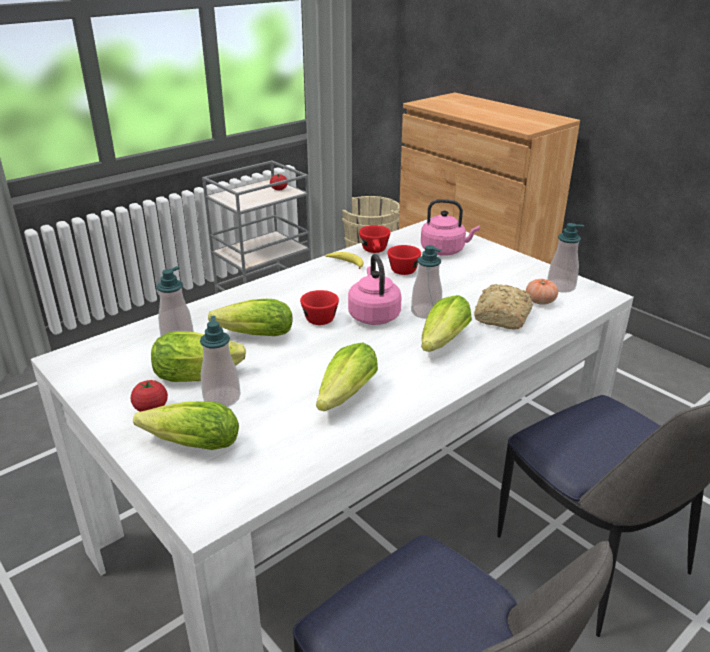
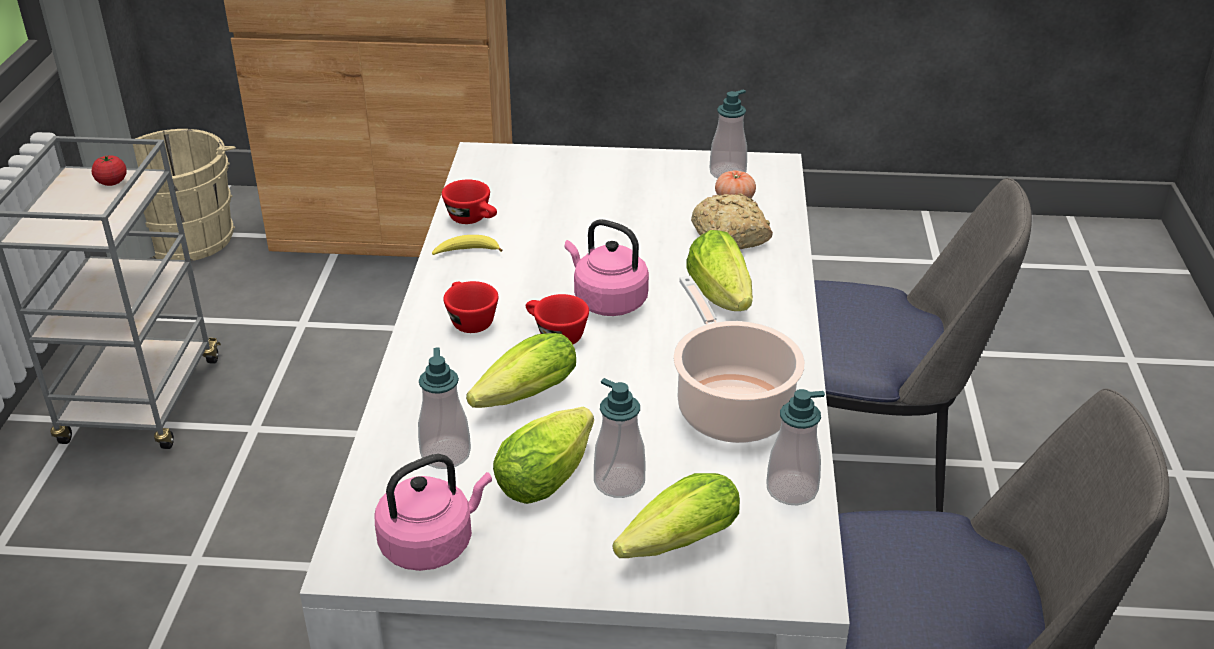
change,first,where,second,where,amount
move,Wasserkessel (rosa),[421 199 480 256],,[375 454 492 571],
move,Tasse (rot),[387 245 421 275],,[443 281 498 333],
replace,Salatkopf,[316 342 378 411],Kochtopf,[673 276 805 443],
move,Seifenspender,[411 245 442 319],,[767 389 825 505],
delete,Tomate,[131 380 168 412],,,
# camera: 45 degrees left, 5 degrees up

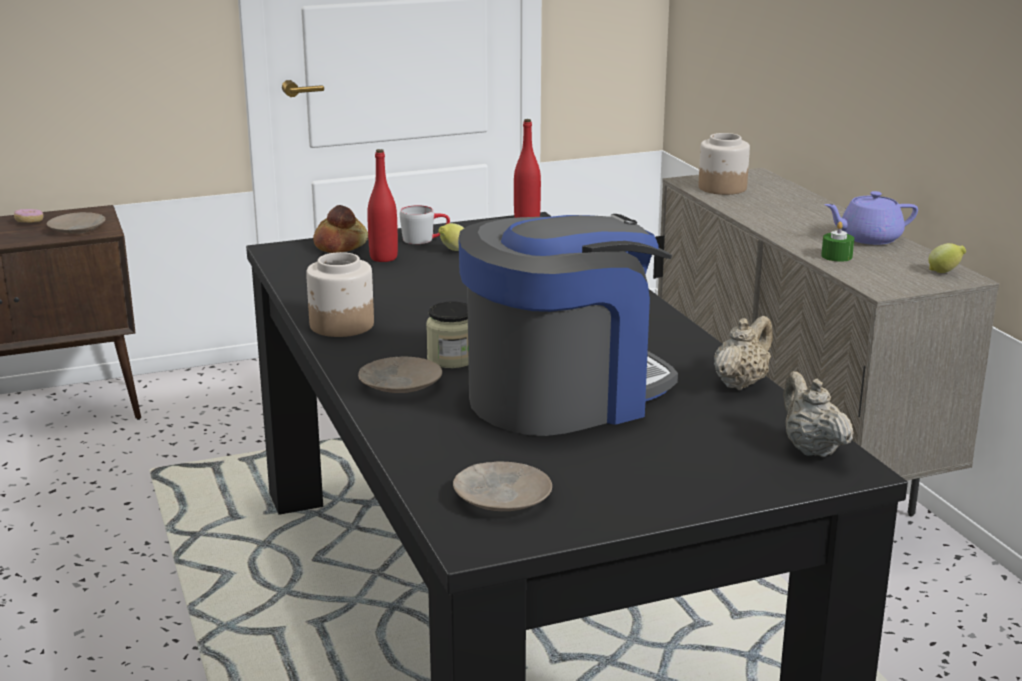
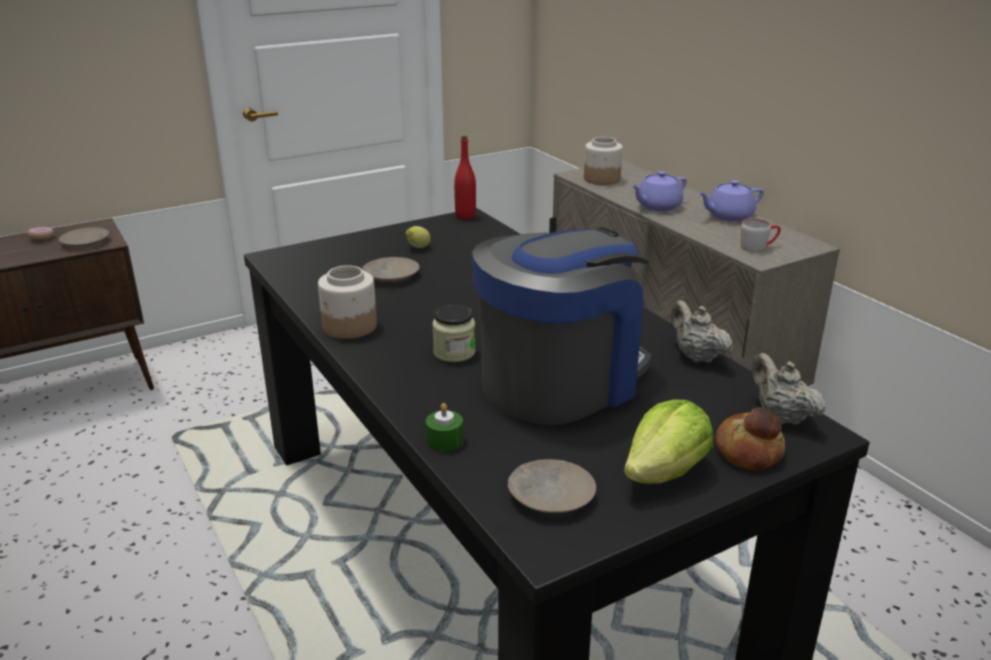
change,first,where,second,where,amount
move,Teller (beige),[358 356 442 393],,[363 257 419 282],
move,Kerze (grün),[821 221 854 262],,[426 403 463 452],
insert,,,Salatkopf,[624 400 713 484],
insert,,,Teekanne (lila),[632 171 687 211],
rotate,Teekanne (beige),[714 316 773 390],,[671 300 733 363],60 degrees counterclockwise
move,Brot,[313 205 368 253],,[715 407 785 470],
move,Henkelbecher (grau),[400 205 450 244],,[741 219 781 252],
delete,Flasche (rot),[367 149 398 262],,,
delete,Zitrone,[929 243 966 273],,,
# camera: 10 degrees left, 5 degrees up

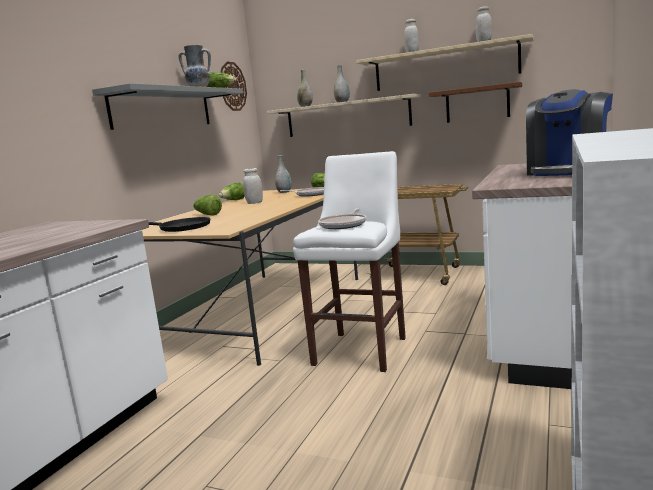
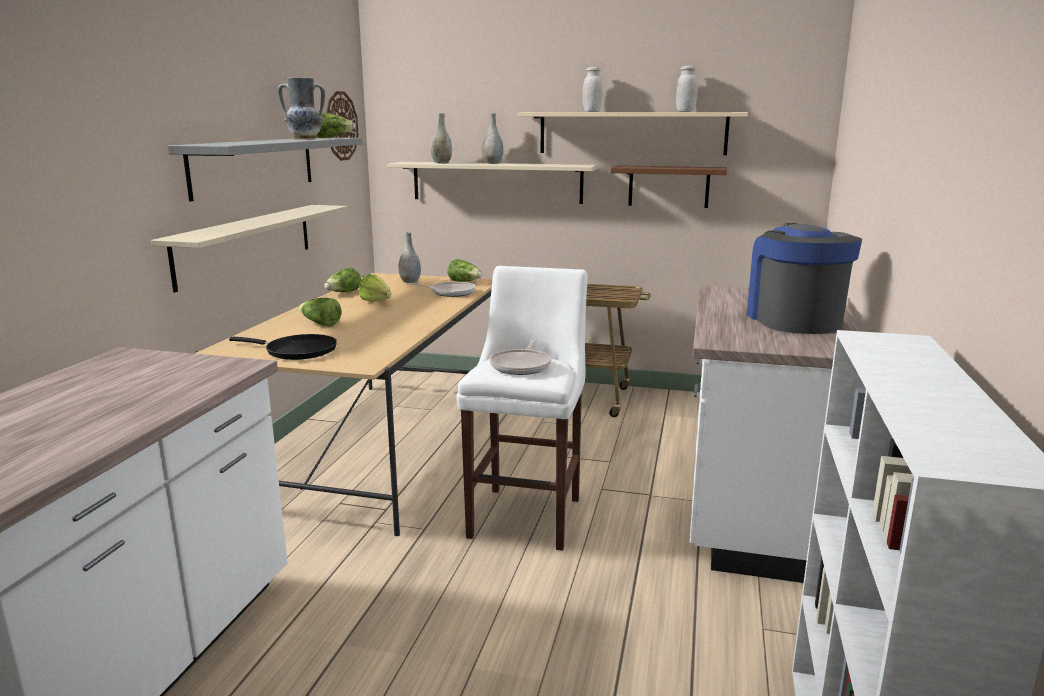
change,first,where,second,where,amount
insert,,,Wandregal (beige),[151 205 348 292],
replace,Vorratsglas (weiß),[243 168 263 204],Salatkopf,[359 274 391 302],
rotate,Kaffeemaschine,[526 89 613 176],,[747 223 862 334],150 degrees clockwise
# camera: 10 degrees left, 5 degrees up

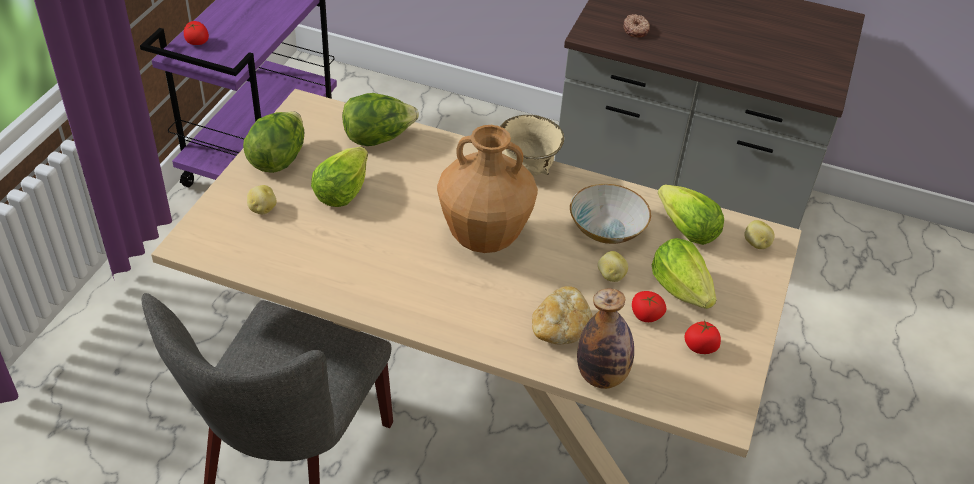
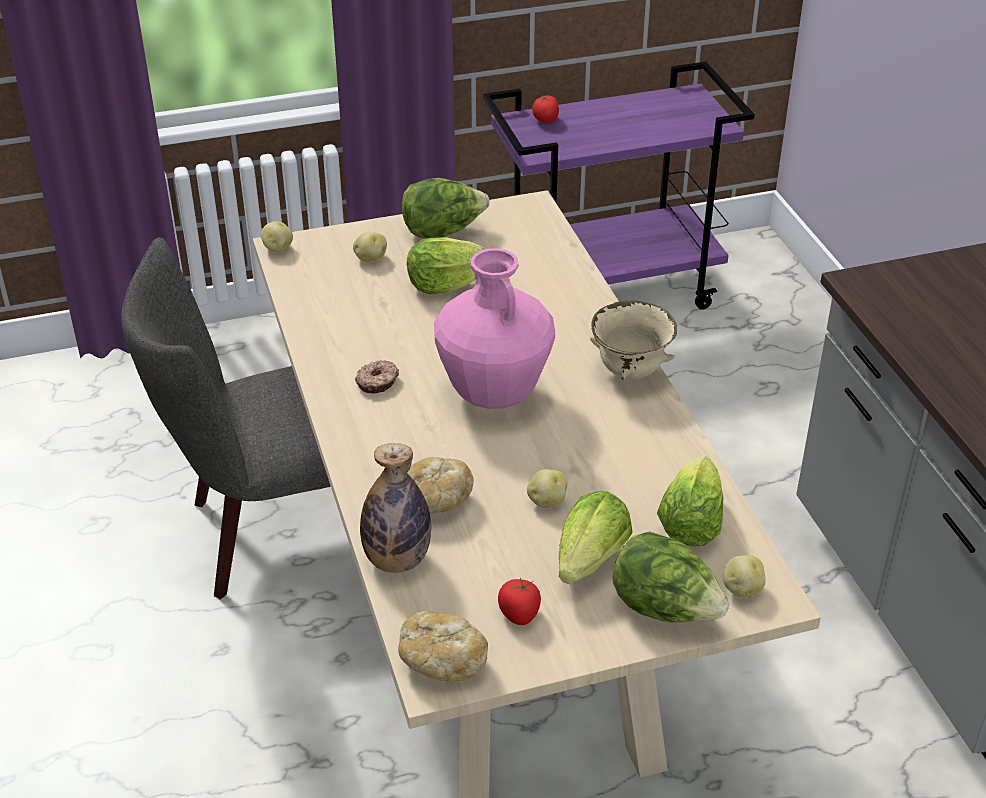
change,first,where,second,where,amount
insert,,,Kartoffel,[261 221 293 252],
move,Donut,[623 14 650 38],,[355 360 399 393],
insert,,,Brot,[398 611 488 681],
recolor,Vase (braun),[437 125 538 253],Vase (rosa),[434 248 555 409],
move,Salatkopf,[342 93 419 146],,[612 531 729 622],
delete,Schüssel,[570 184 651 244],,,
delete,Tomate,[632 291 667 322],,,
# camera: 55 degrees right, 5 degrees down

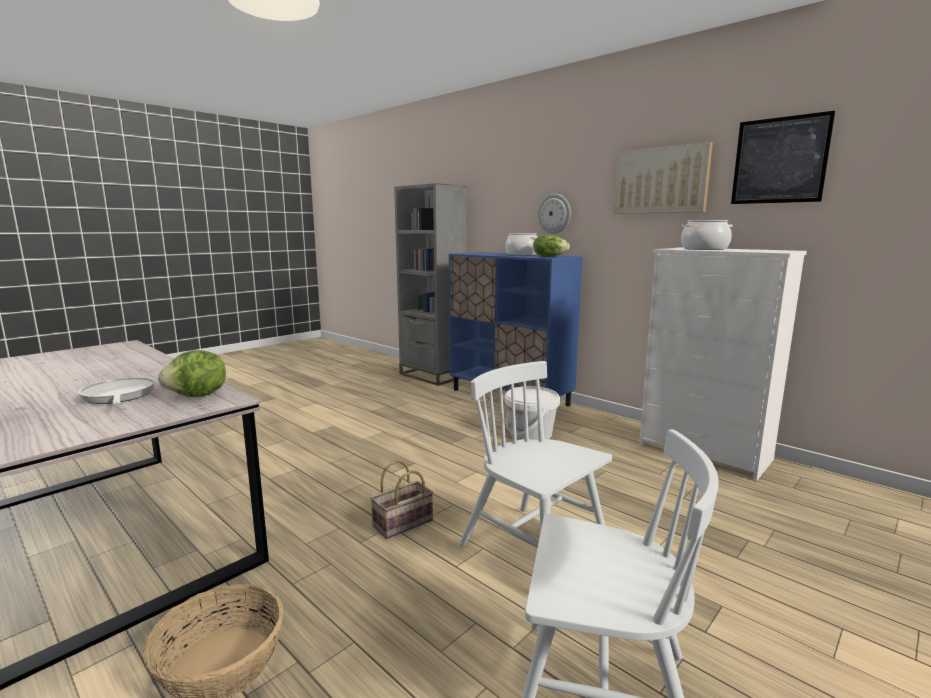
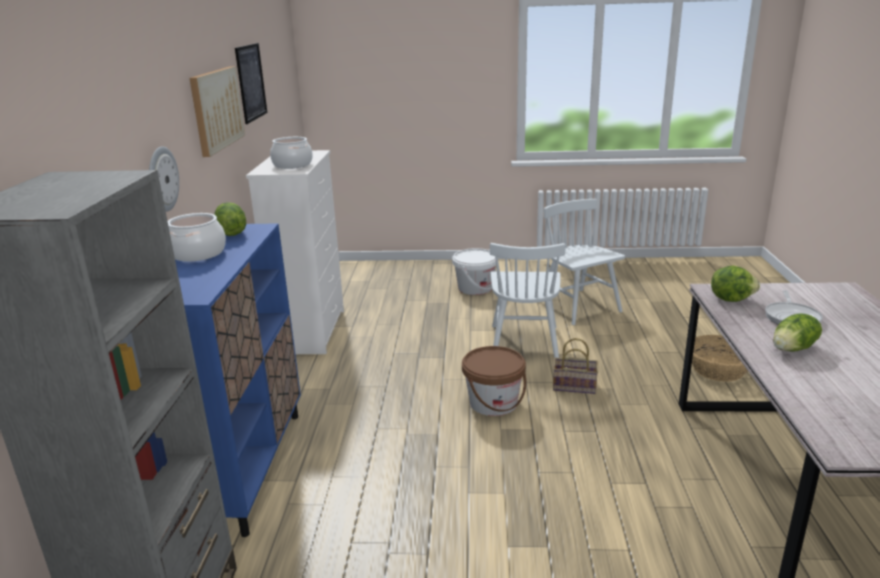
change,first,where,second,where,amount
move,Eimer (weiß),[505 386 560 440],,[452 248 496 295],
insert,,,Eimer (braun),[462 346 526 416],
insert,,,Salatkopf,[773 313 822 352],
# camera: 130 degrees left, 10 degrees up

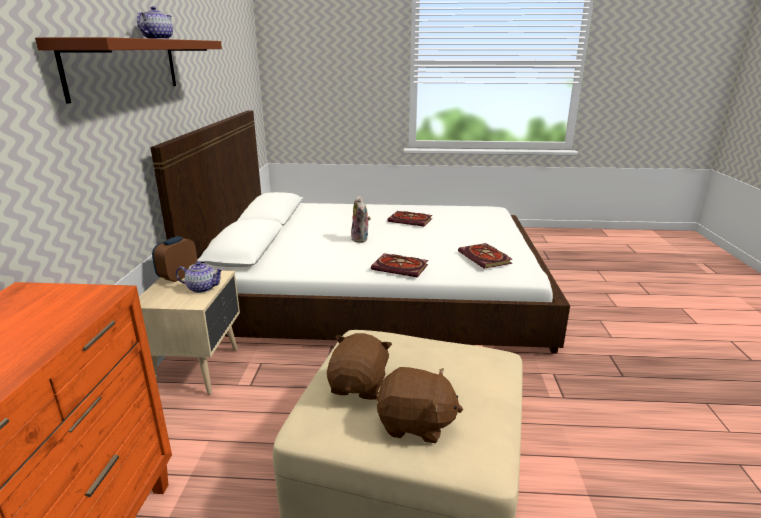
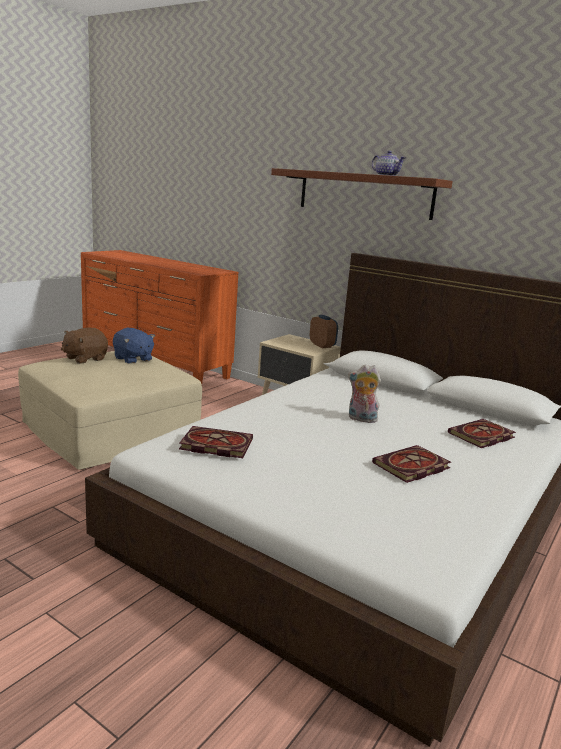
change,first,where,second,where,amount
recolor,Plüschtier (braun),[327 333 392 400],Plüschtier (blau),[113 328 155 363],
move,Buch,[371 253 428 278],,[448 419 516 448],
delete,Teekanne,[176 261 224 293],,,
# camera: 120 degrees right, 5 degrees down

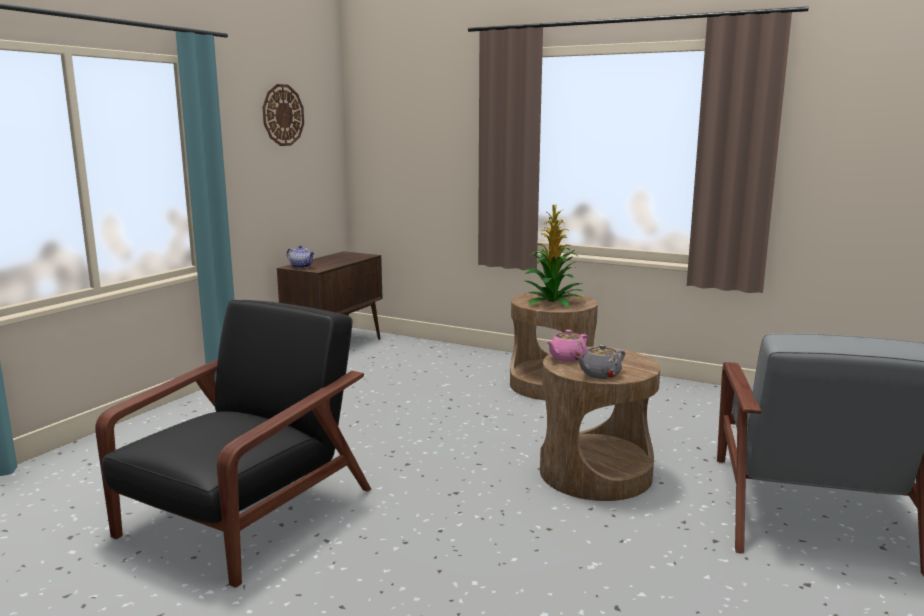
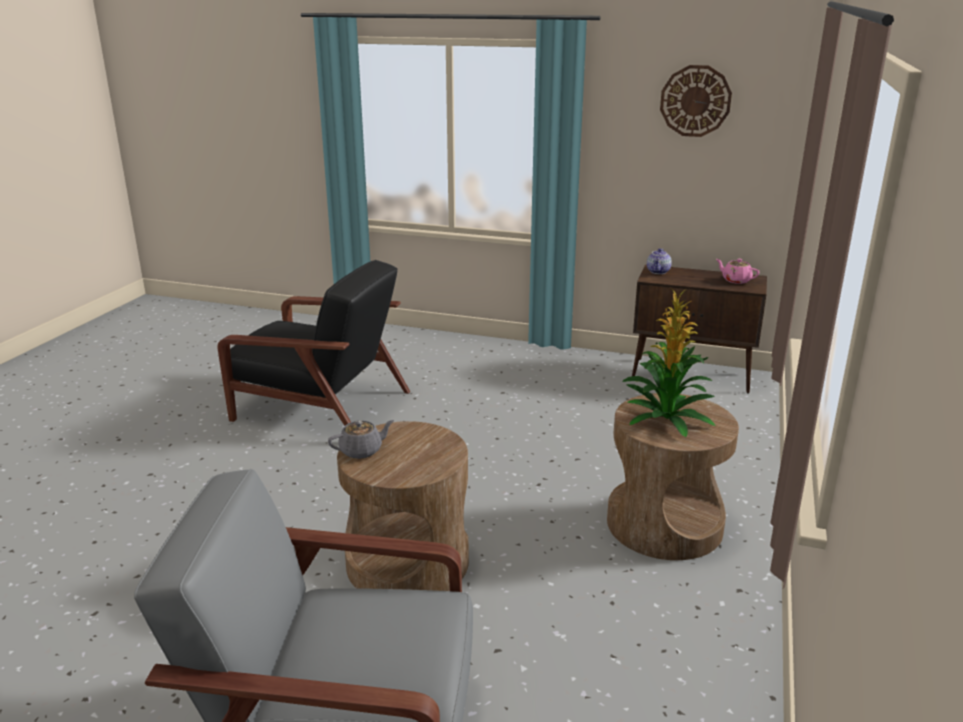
change,first,where,second,where,amount
rotate,Teekanne (grau),[575 344 625 379],,[328 420 394 459],105 degrees clockwise
move,Teekanne (rosa),[546 330 588 362],,[716 259 760 284],
# camera: 80 degrees right, 10 degrees up

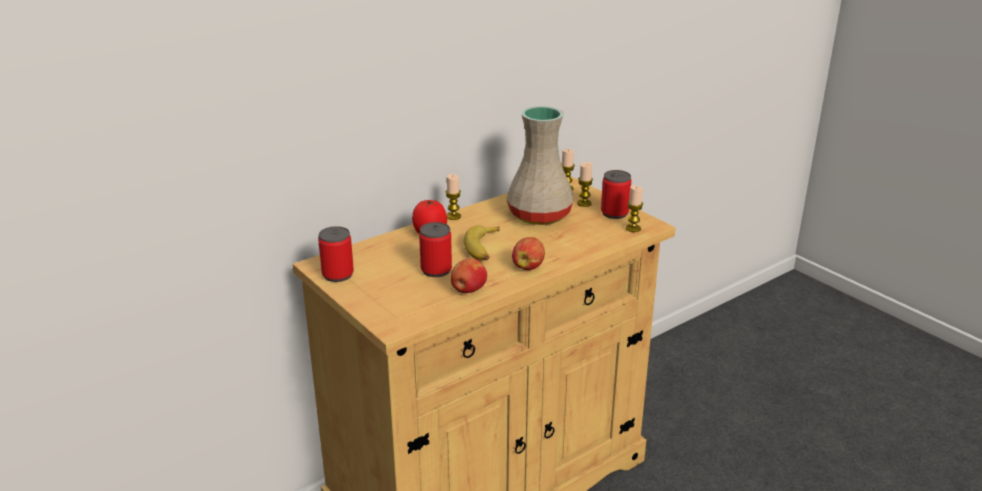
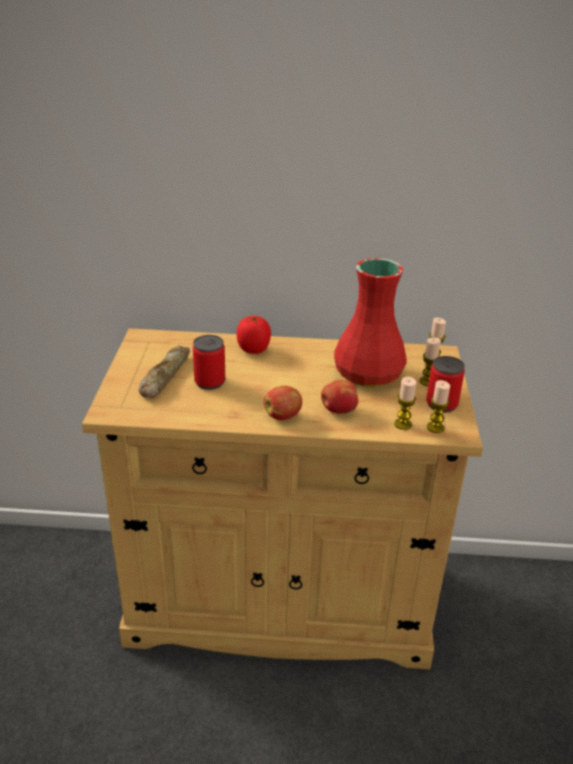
change,first,where,second,where,amount
insert,,,Brot,[139 346 190 398],
move,Apfel,[450 258 487 293],,[321 380 358 414],
recolor,Vase (beige),[507 106 574 225],Vase (rot),[334 258 407 387],
move,Kerze,[446 174 461 220],,[394 377 417 430],
delete,Dose,[318 226 354 282],,,
delete,Banane,[464 225 500 260],,,
# camera: 40 degrees right, 5 degrees up

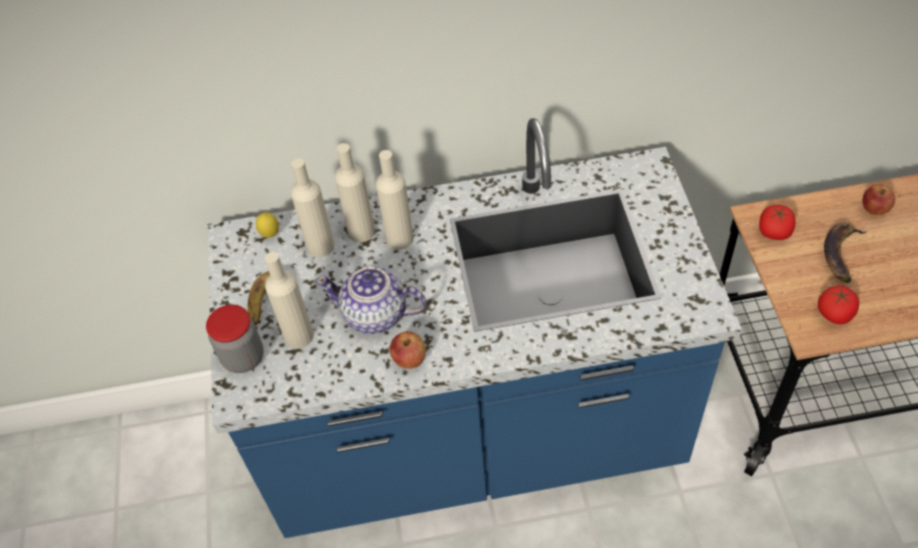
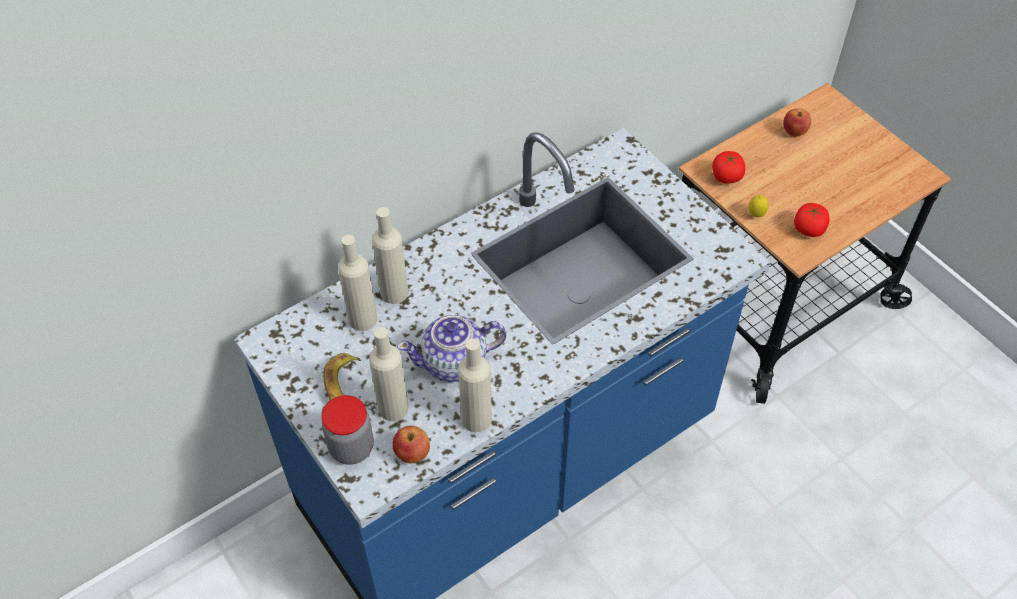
change,first,where,second,where,amount
move,Apfel,[390 331 426 369],,[393 426 430 463],
move,Flasche (beige),[376 150 414 249],,[458 338 492 432],
move,Zitrone,[256 212 279 238],,[748 195 769 217],
delete,Banane,[824 223 867 283],,,
# camera: 30 degrees left, 0 degrees up

